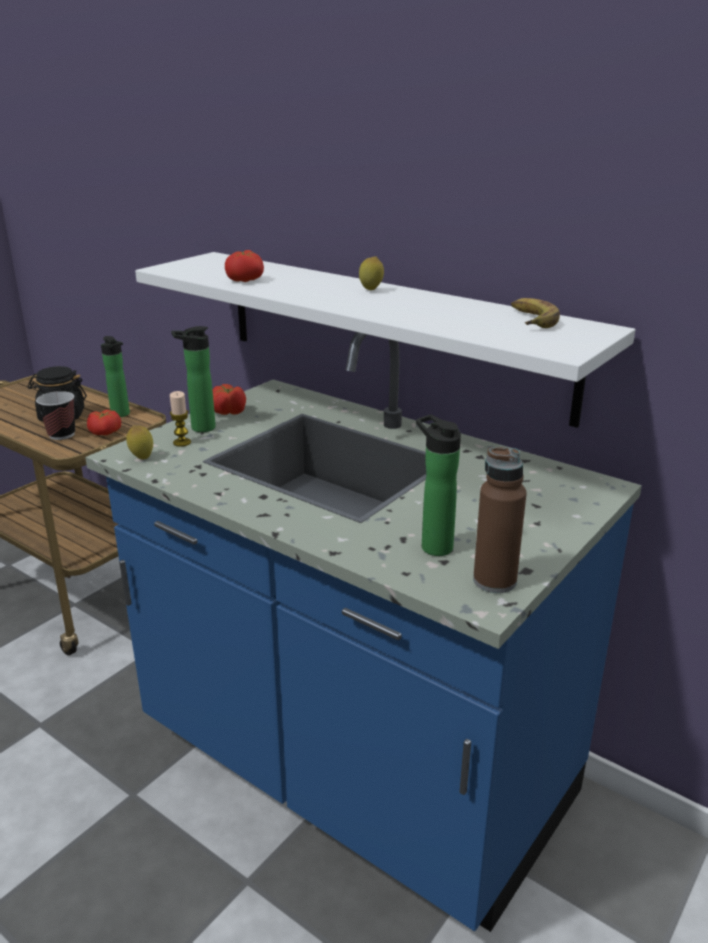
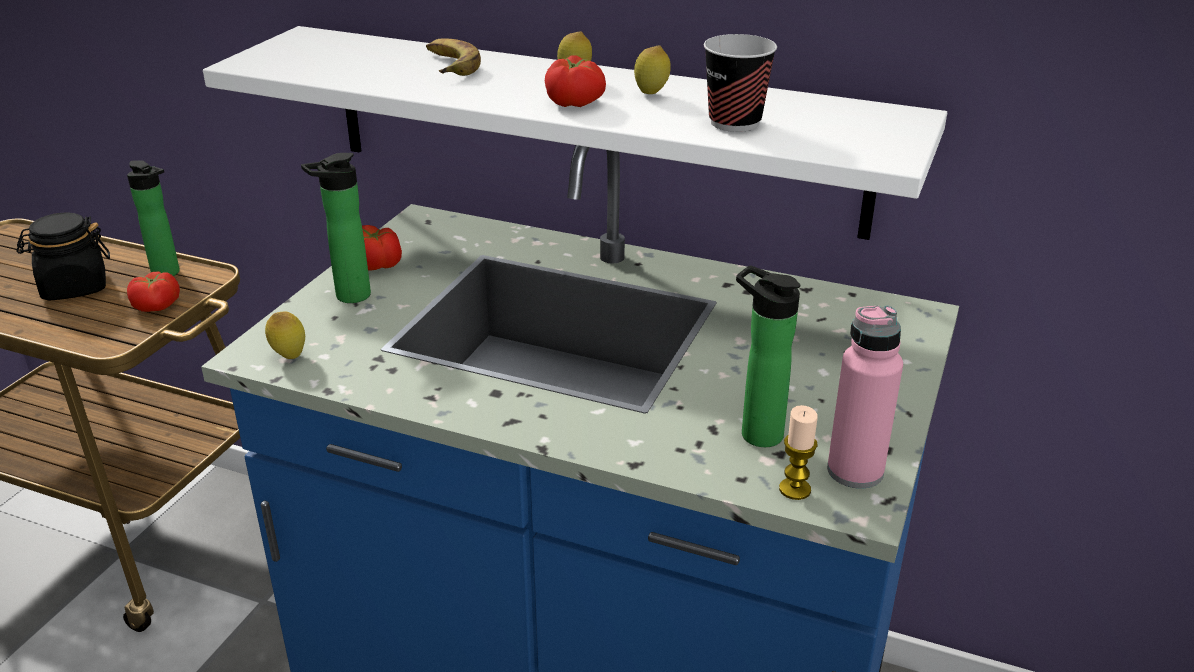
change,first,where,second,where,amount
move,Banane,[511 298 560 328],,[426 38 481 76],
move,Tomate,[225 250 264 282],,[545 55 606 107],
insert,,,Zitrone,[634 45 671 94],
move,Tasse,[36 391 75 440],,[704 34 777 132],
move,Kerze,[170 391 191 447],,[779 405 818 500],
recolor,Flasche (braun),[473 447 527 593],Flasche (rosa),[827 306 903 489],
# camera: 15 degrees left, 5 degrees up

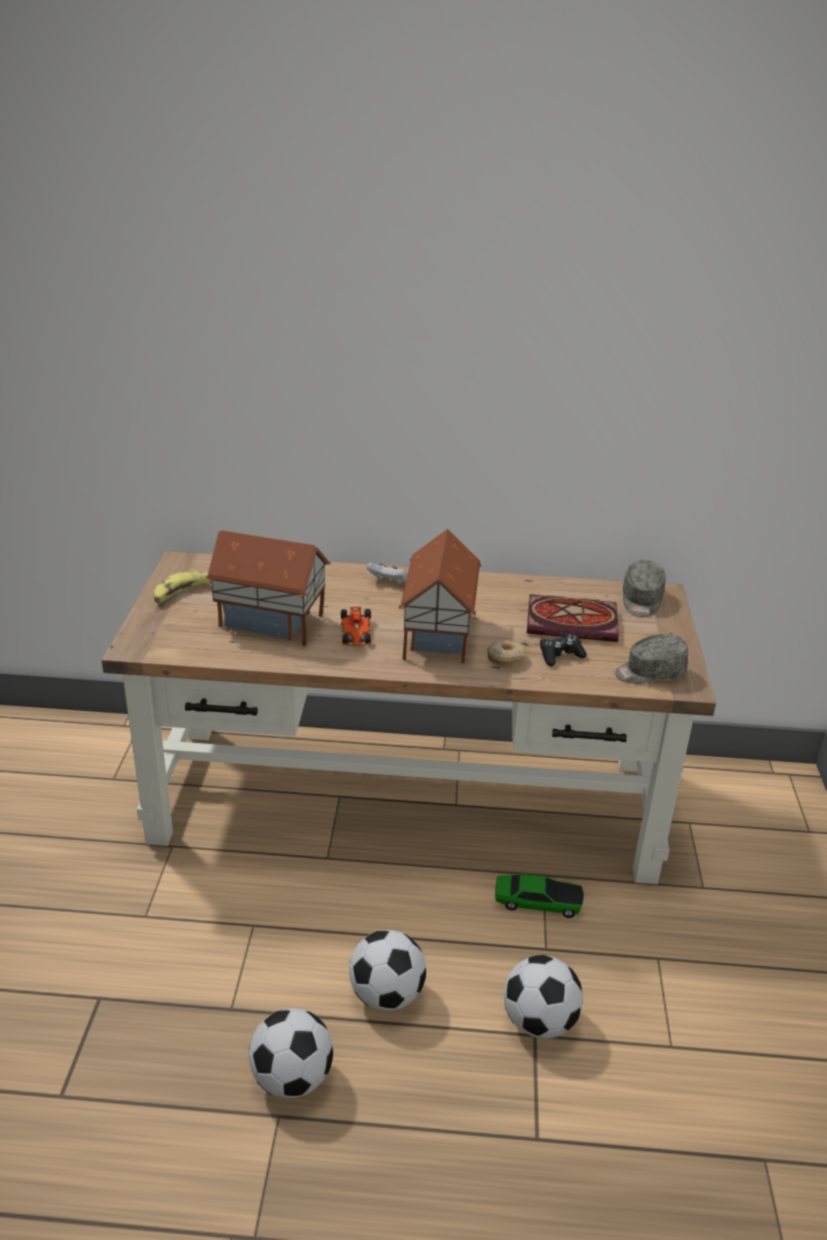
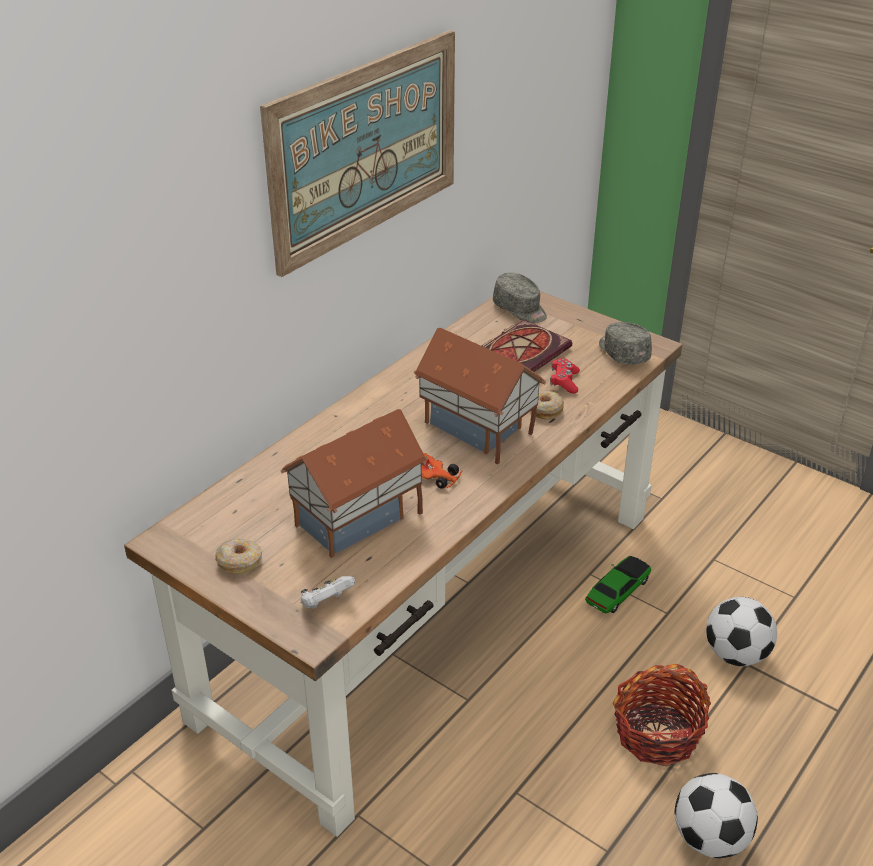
change,first,where,second,where,amount
replace,Banane,[154 571 212 603],Donut,[215 538 262 574],
insert,,,Bild,[260 30 455 277],
move,Gamepad (weiß),[367 562 408 584],,[301 576 356 609],
recolor,Gamepad (schwarz),[540 633 587 666],Gamepad (rot),[550 358 580 393],
rotate,Kappe (grau),[615 634 688 684],,[599 322 652 365],135 degrees clockwise
replace,Fußball,[349 930 426 1011],Korb,[613 664 711 767],
# camera: 55 degrees left, 5 degrees up

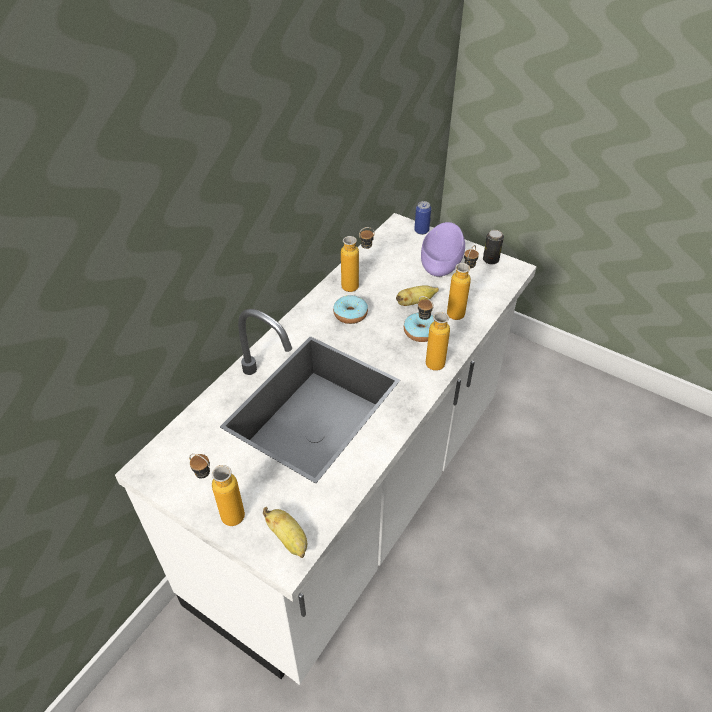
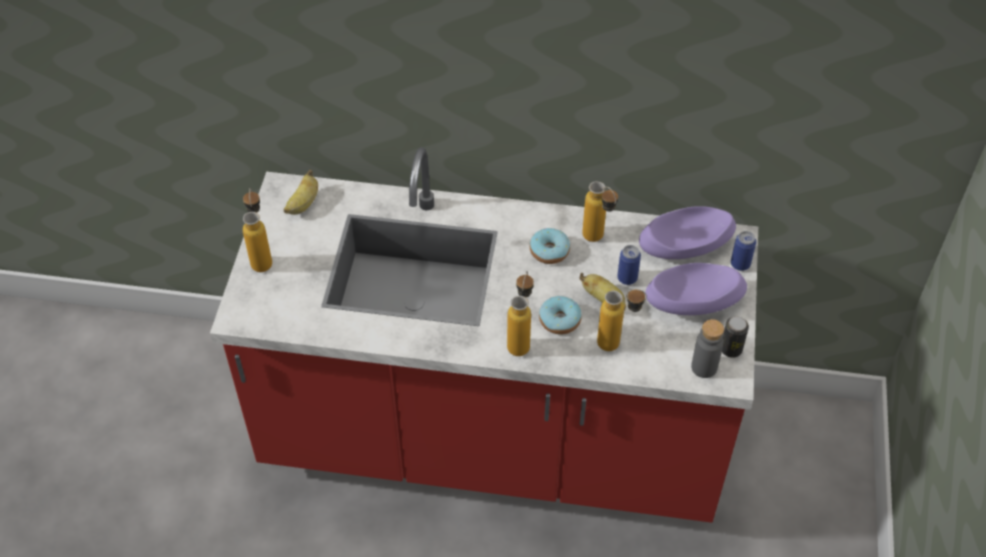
change,first,where,second,where,amount
recolor,Küchenzeile (weiß),[115 213 537 685],Küchenzeile (rot),[210 147 758 523],
move,Banane,[263 507 307 558],,[283 170 318 215],
insert,,,Dose,[617 245 641 285],
insert,,,Schüssel (lila),[639 206 736 259],
insert,,,Flasche (grau),[691 319 724 378],
# camera: 65 degrees right, 5 degrees up

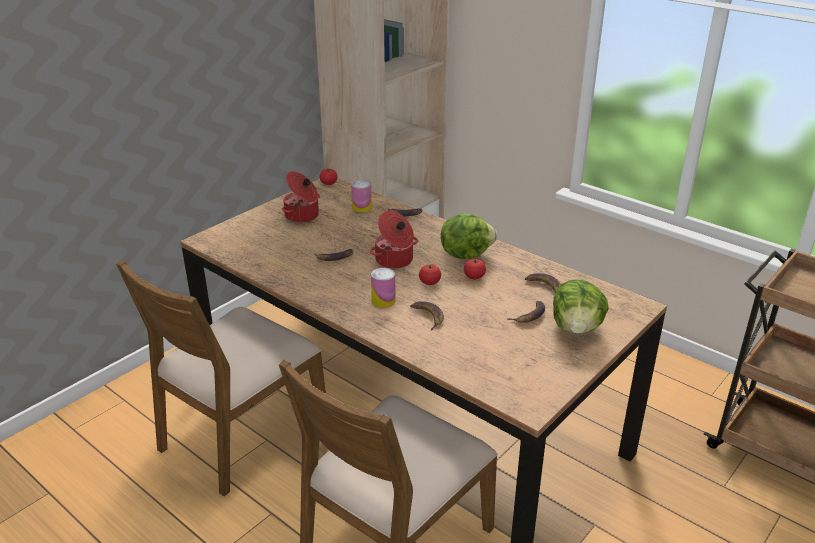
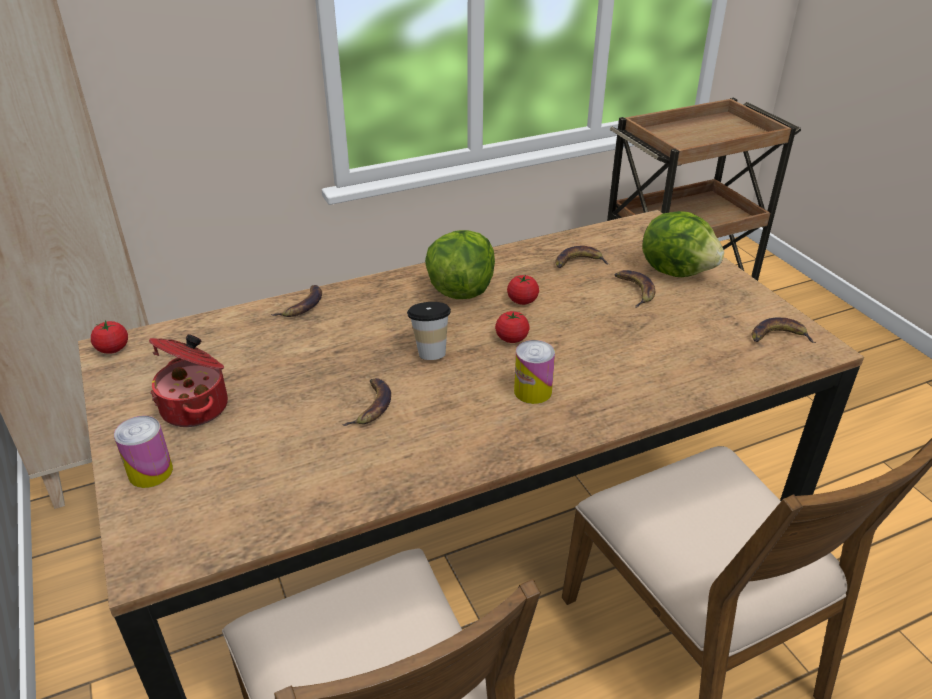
change,first,where,second,where,amount
move,Dose,[351 180 372 212],,[114 416 173 488],
replace,Kochtopf,[370 211 418 269],Tasse,[407 302 451 360],
move,Banane,[410 301 444 331],,[752 318 816 343],
# camera: 65 degrees left, 5 degrees up

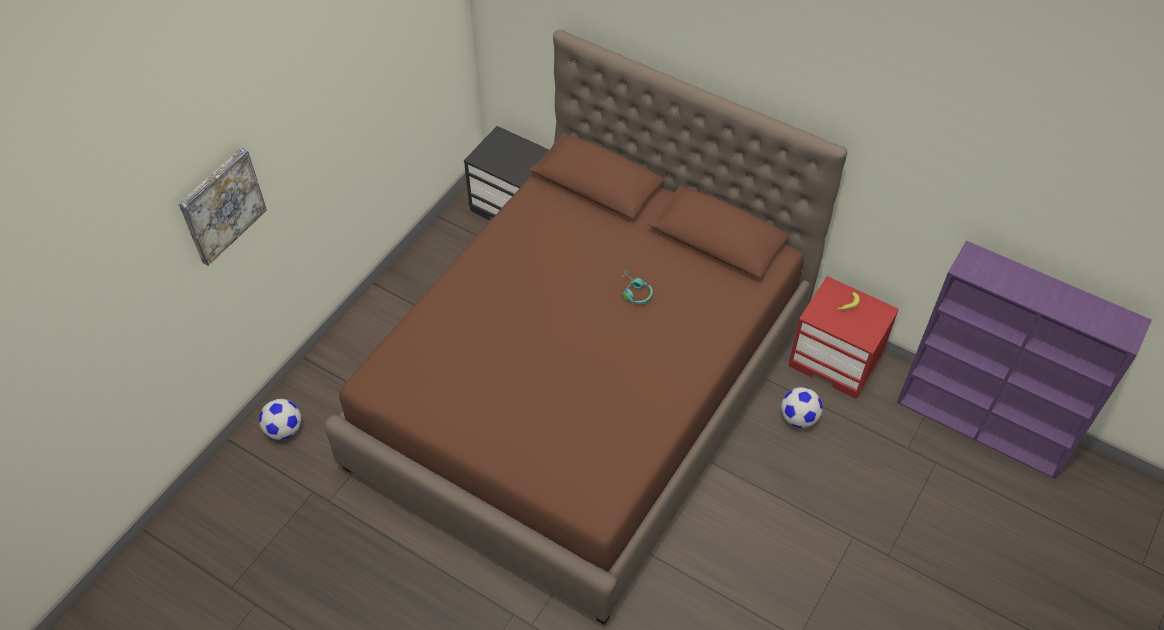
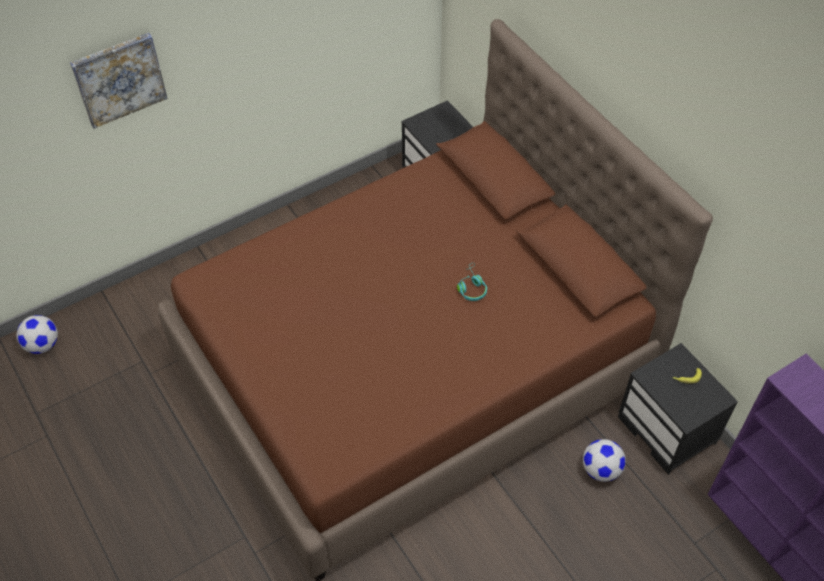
change,first,where,second,where,amount
move,Fußball,[259 399 301 440],,[17 315 58 354],
recolor,Nachttisch (rot),[789 276 899 399],Nachttisch (schwarz),[618 343 738 475],
# camera: 25 degrees right, 0 degrees up

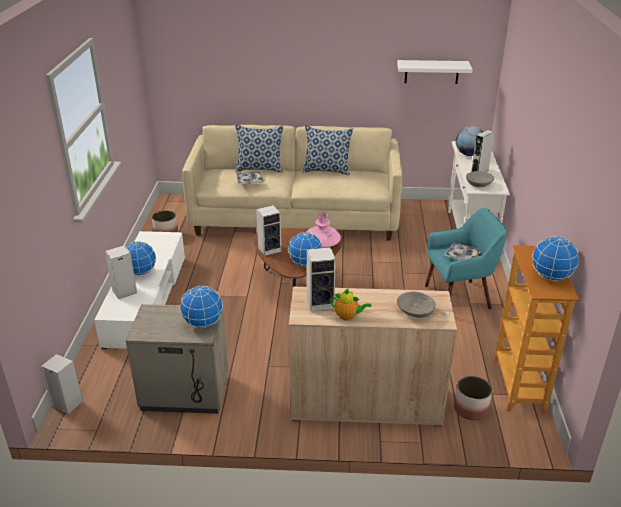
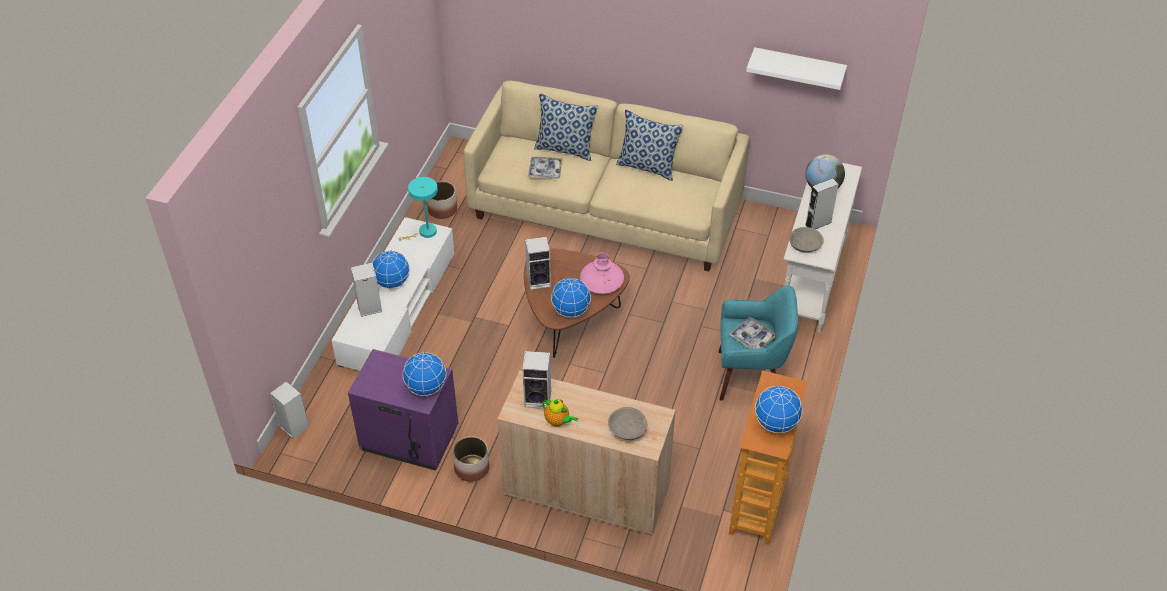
change,first,where,second,where,amount
recolor,Nachttisch (beige),[126 304 228 414],Nachttisch (lila),[348 349 458 471],
insert,,,Tischlampe (türkis),[398 177 438 241],
move,Pflanzkübel,[454 376 492 421],,[453 436 489 482],
# camera: 15 degrees right, 15 degrees up

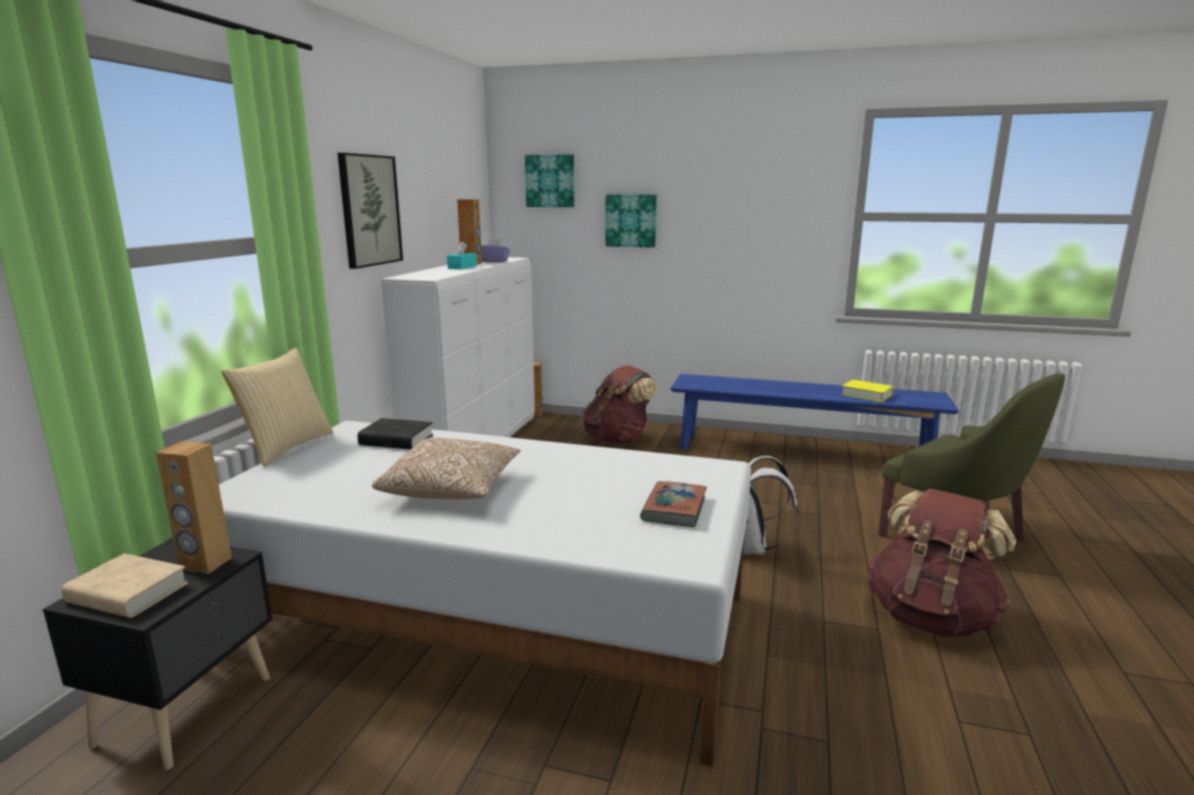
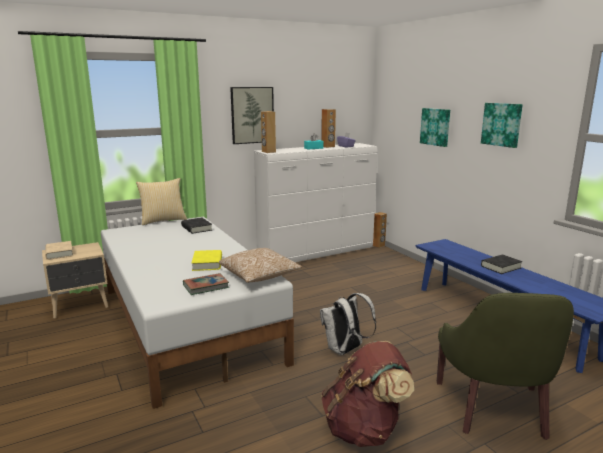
change,first,where,second,where,amount
recolor,Nachttisch (schwarz),[43 538 272 770],Nachttisch (beige),[42 242 108 319],
move,Buch (gelb),[841 380 893 402],,[192 250 222 271],
move,Kissen,[372 438 520 499],,[219 248 302 283],
move,Lautsprecher (braun),[156 441 232 574],,[261 111 276 153],
move,Bild,[525 154 574 207],,[481 103 523 148],
insert,,,Buch (schwarz),[481 255 522 274],
delete,Rucksack (braun),[582 365 659 443],,,
# camera: 45 degrees right, 0 degrees up

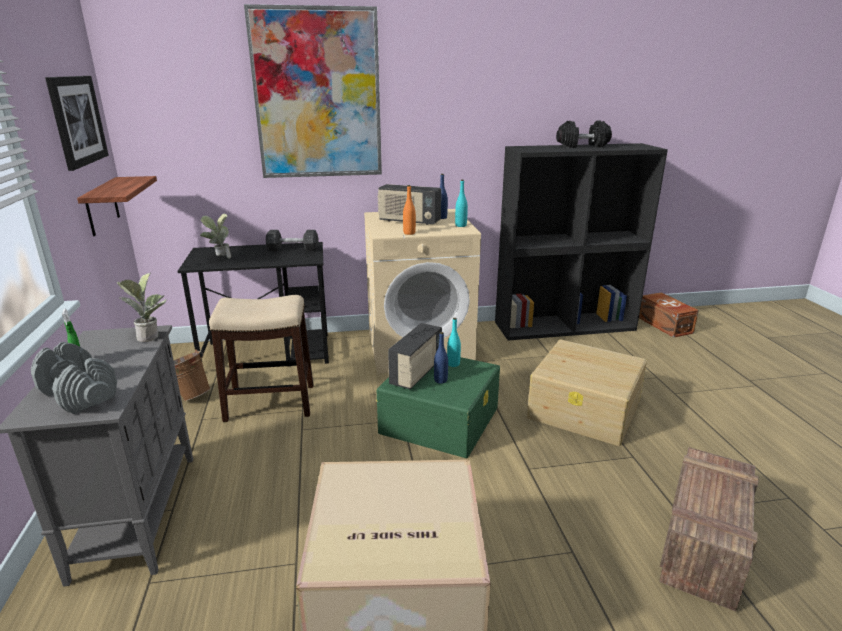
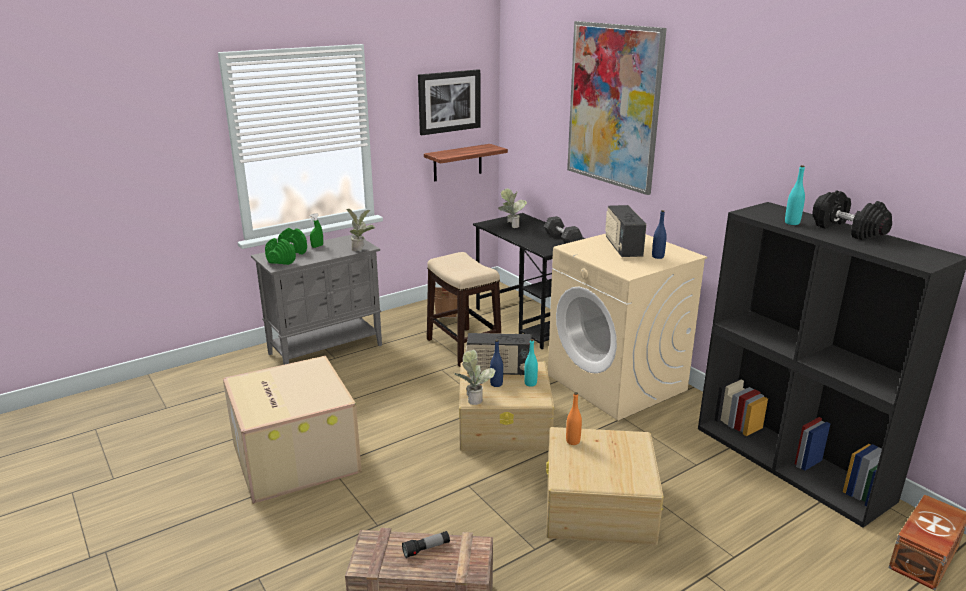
change,first,where,second,where,amount
recolor,Hantel (grau),[31 342 117 414],Hantel (grün),[265 228 307 265],
insert,,,Taschenlampe,[402 531 450 558],
insert,,,Topfpflanze,[454 350 496 405],
recolor,Aufbewahrungsbox (grün),[376 357 500 458],Aufbewahrungsbox (beige),[459 362 554 451],
move,Flasche (orange),[403 185 416 235],,[566 392 582 445],
move,Flasche (türkis),[455 180 468 227],,[785 165 805 225],
# camera: 65 degrees right, 0 degrees up

